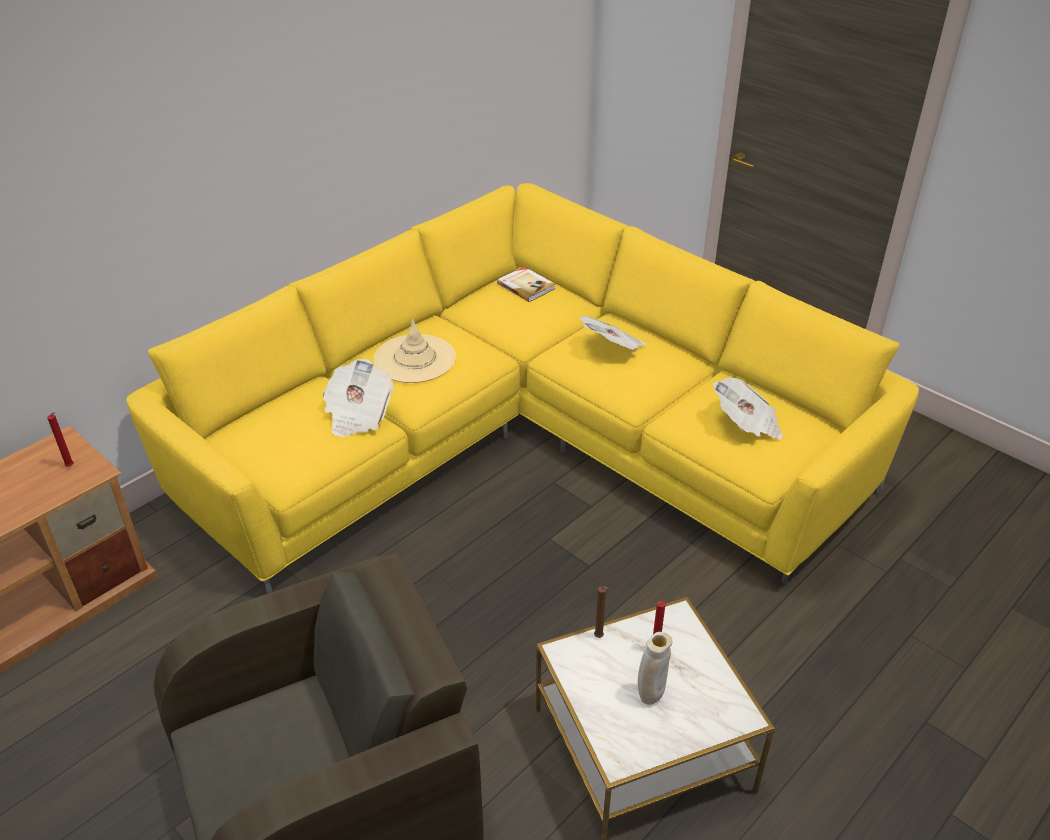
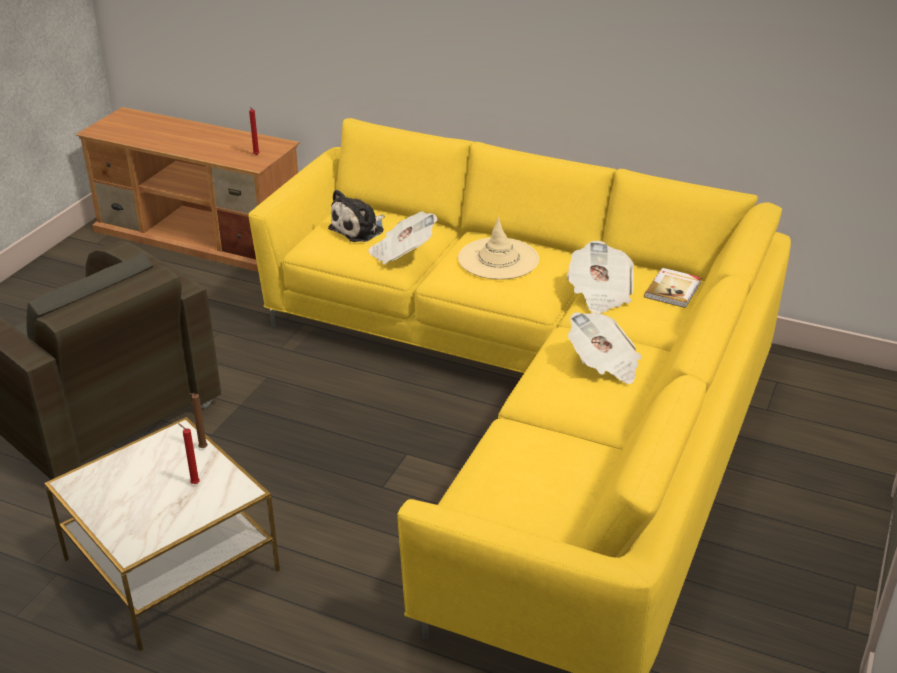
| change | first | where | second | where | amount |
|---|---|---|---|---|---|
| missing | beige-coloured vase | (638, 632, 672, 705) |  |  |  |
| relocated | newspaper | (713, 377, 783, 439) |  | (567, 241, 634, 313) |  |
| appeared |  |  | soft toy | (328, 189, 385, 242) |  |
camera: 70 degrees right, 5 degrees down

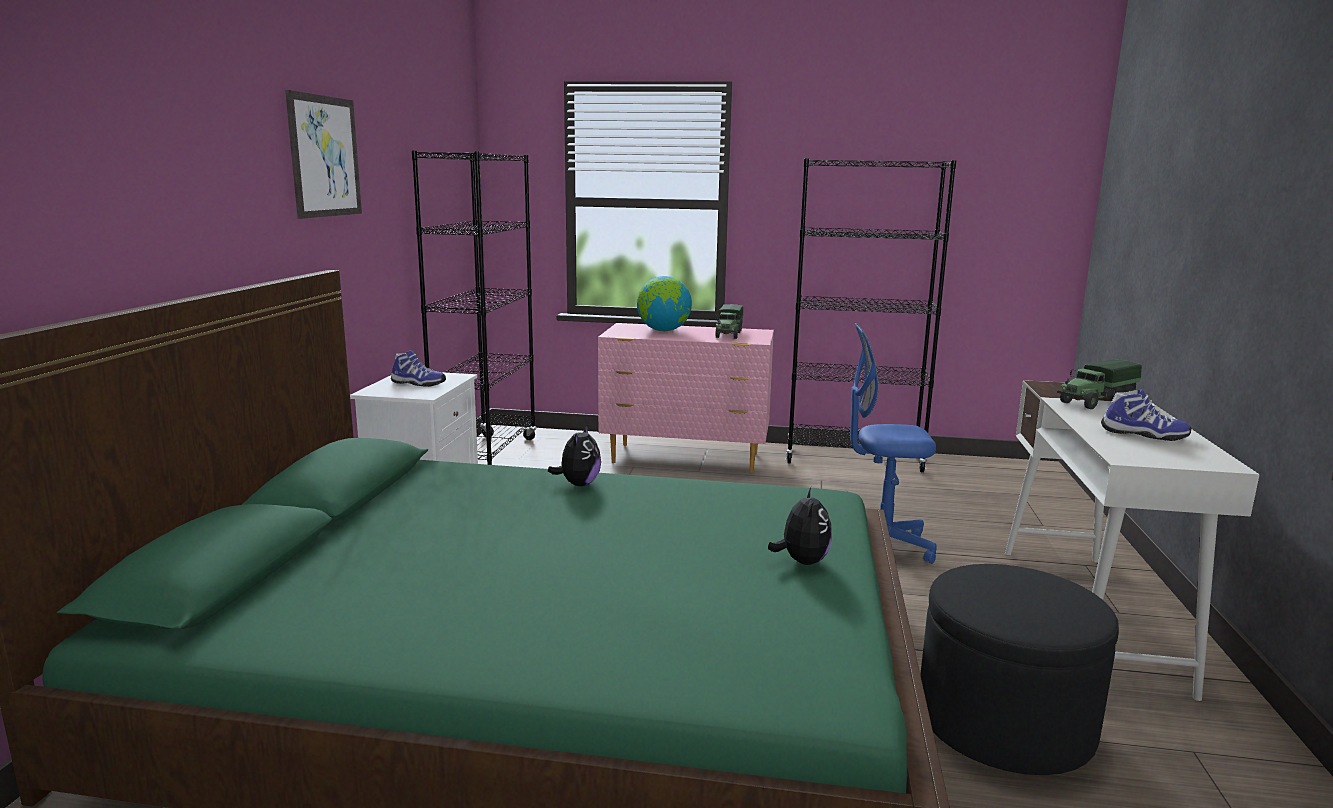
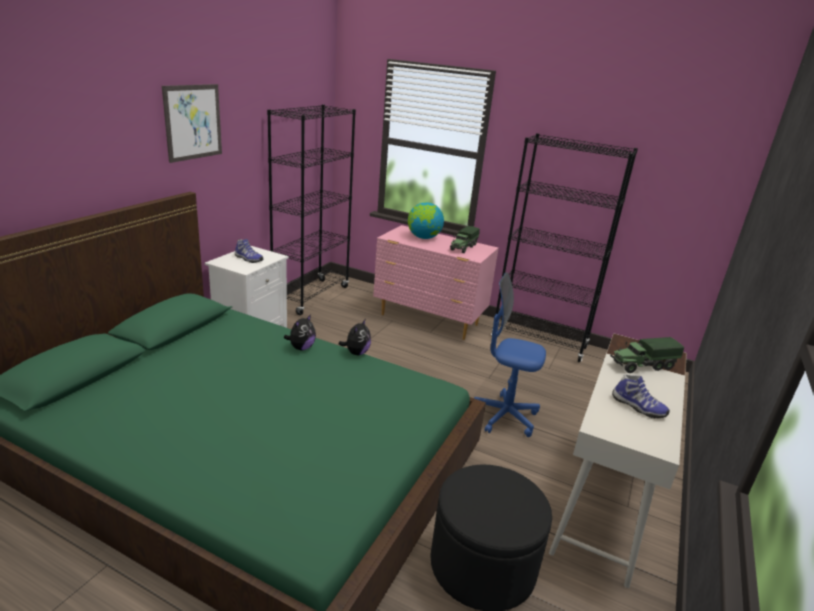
| change | first | where | second | where | amount |
|---|---|---|---|---|---|
| relocated | soft toy | (768, 487, 832, 565) |  | (339, 320, 371, 355) |  |
camera: 15 degrees right, 10 degrees up

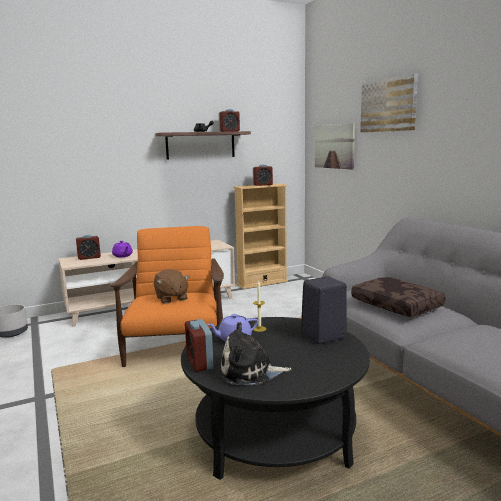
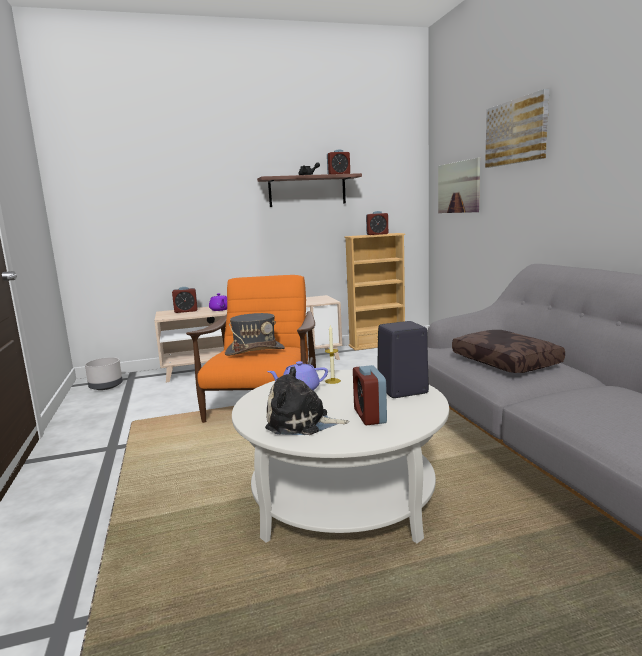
| change | first | where | second | where | amount |
|---|---|---|---|---|---|
| exchanged | brownish soft toy | (154, 269, 190, 304) | greyish hat | (225, 313, 285, 356) |  |
| colour | black lounge table | (181, 317, 370, 480) | white lounge table | (232, 370, 449, 543) |  |
| relocated | table clock | (185, 319, 213, 372) |  | (353, 365, 387, 425) |  |
camera: 10 degrees right, 0 degrees up

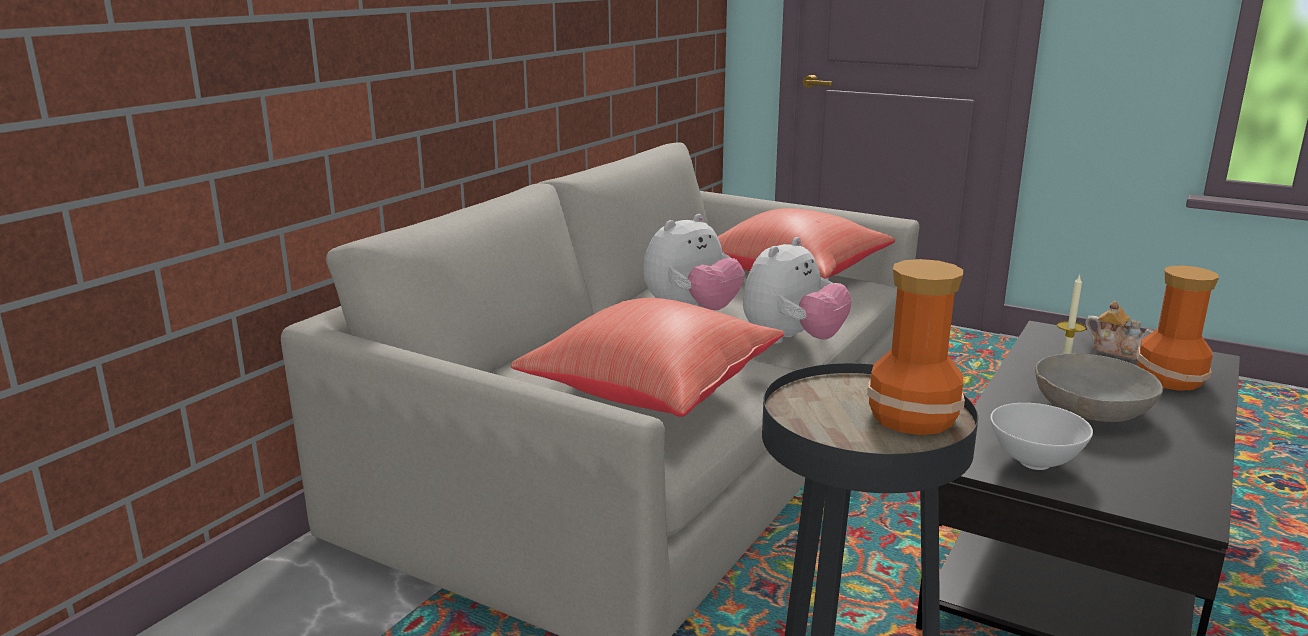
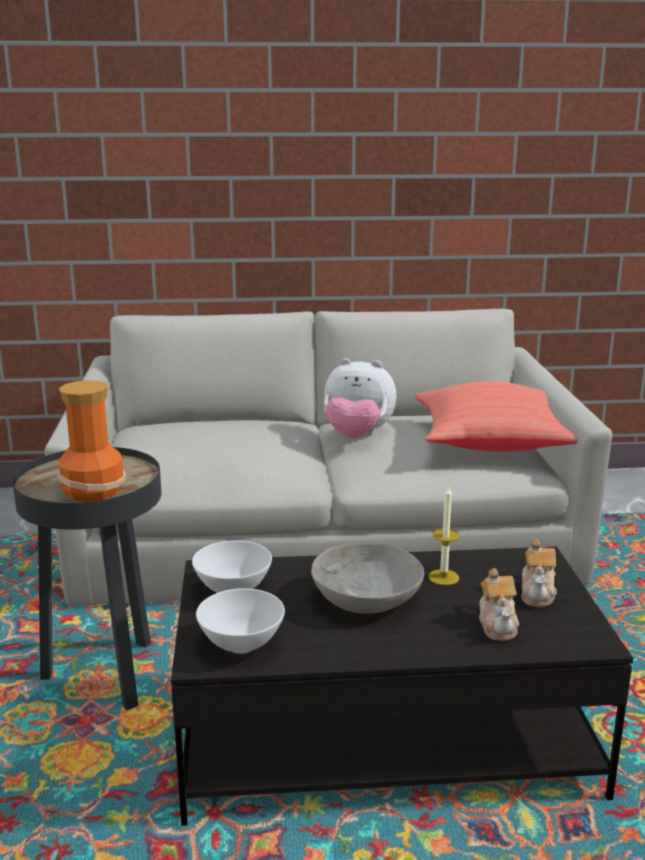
| change | first | where | second | where | amount |
|---|---|---|---|---|---|
| missing | red cushion | (511, 298, 784, 417) |  |  |  |
| missing | soft toy | (743, 237, 852, 344) |  |  |  |
| exchanged | vase | (1136, 266, 1219, 391) | tea pot | (479, 568, 519, 641) |  |
| appeared |  |  | white serving bowl | (196, 588, 285, 654) |  |
camera: 55 degrees right, 0 degrees up

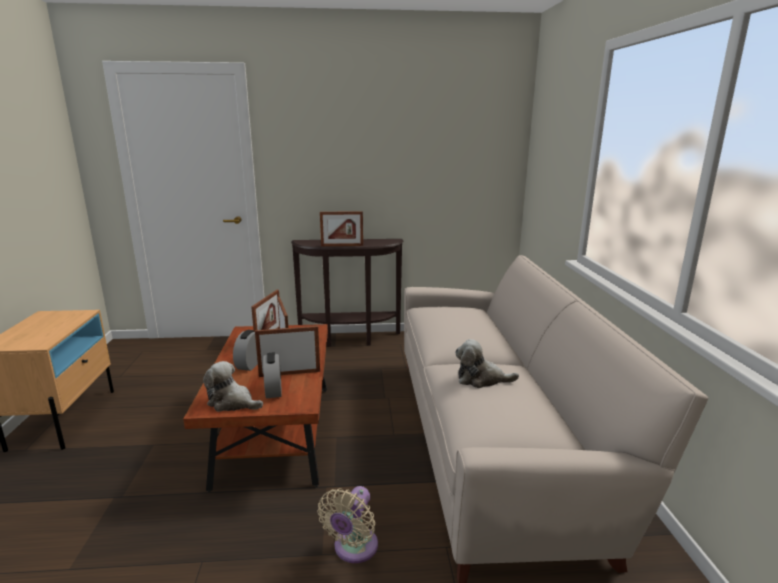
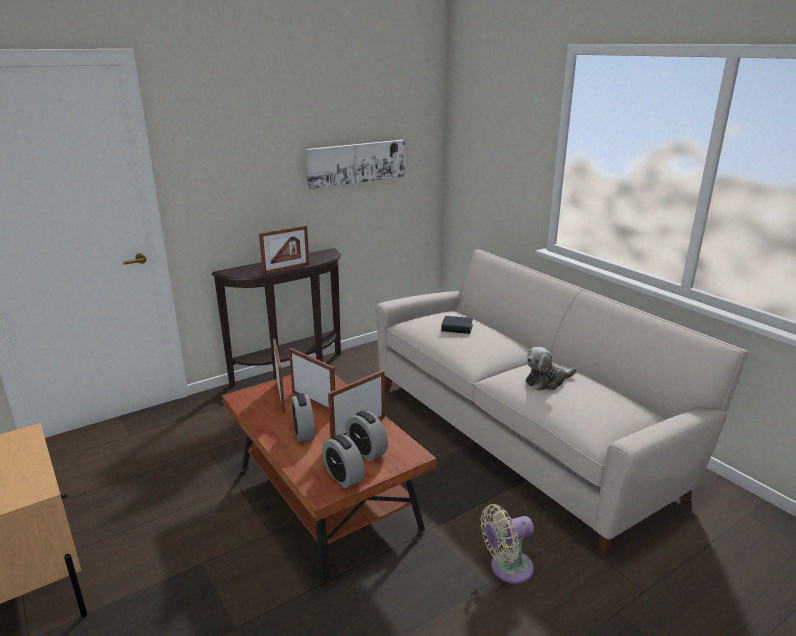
| change | first | where | second | where | amount |
|---|---|---|---|---|---|
| exchanged | soft toy | (203, 361, 263, 412) | table clock | (322, 434, 365, 489) |  |
| spun | beige-coloured cooling fan | (318, 486, 378, 563) |  | (480, 504, 534, 584) | 75 degrees clockwise |
| appeared |  |  | wall picture | (305, 140, 405, 189) |  |
| appeared |  |  | volume | (441, 316, 473, 334) |  |
camera: 30 degrees left, 5 degrees up

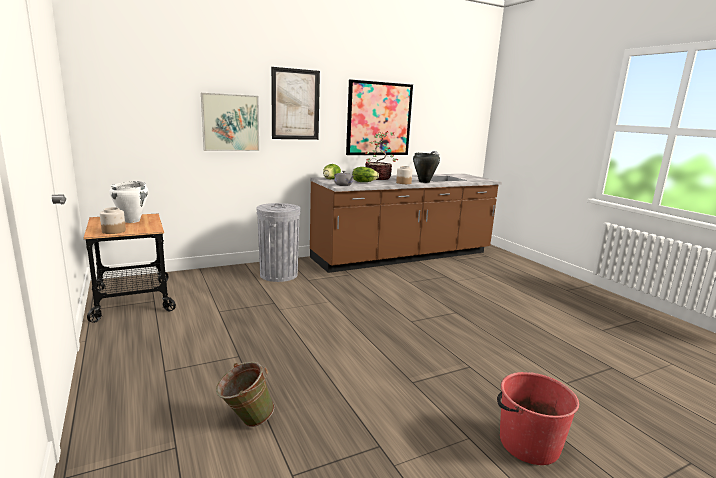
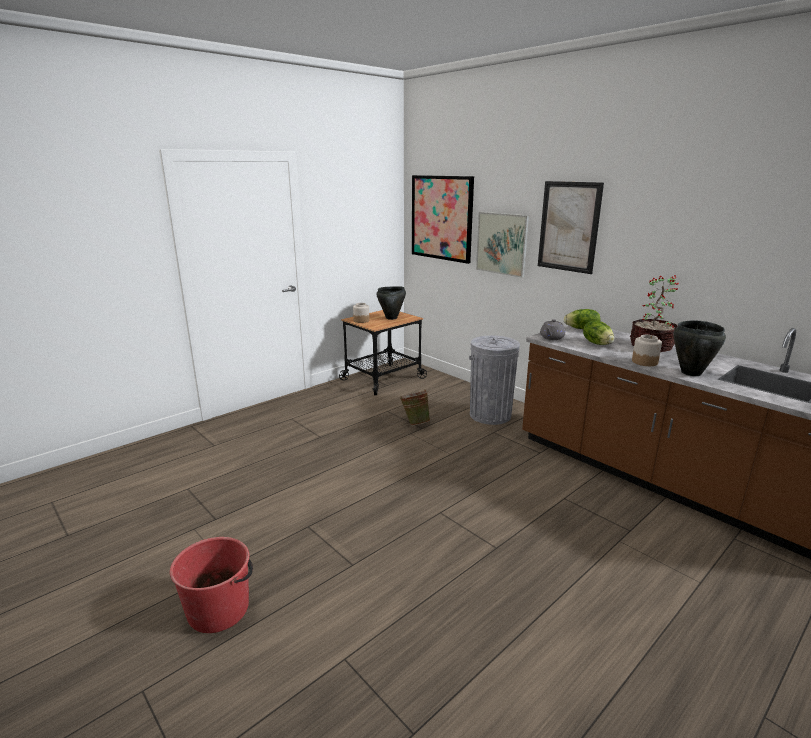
| change | first | where | second | where | amount |
|---|---|---|---|---|---|
| colour | white cooking pot | (109, 181, 148, 223) | black cooking pot | (377, 286, 406, 320) |  |
| relocated | green-coloured bucket | (216, 362, 274, 427) |  | (400, 389, 430, 425) |  |
| relocated | wall picture | (346, 79, 413, 155) |  | (412, 175, 474, 264) |  |
camera: 75 degrees right, 5 degrees up

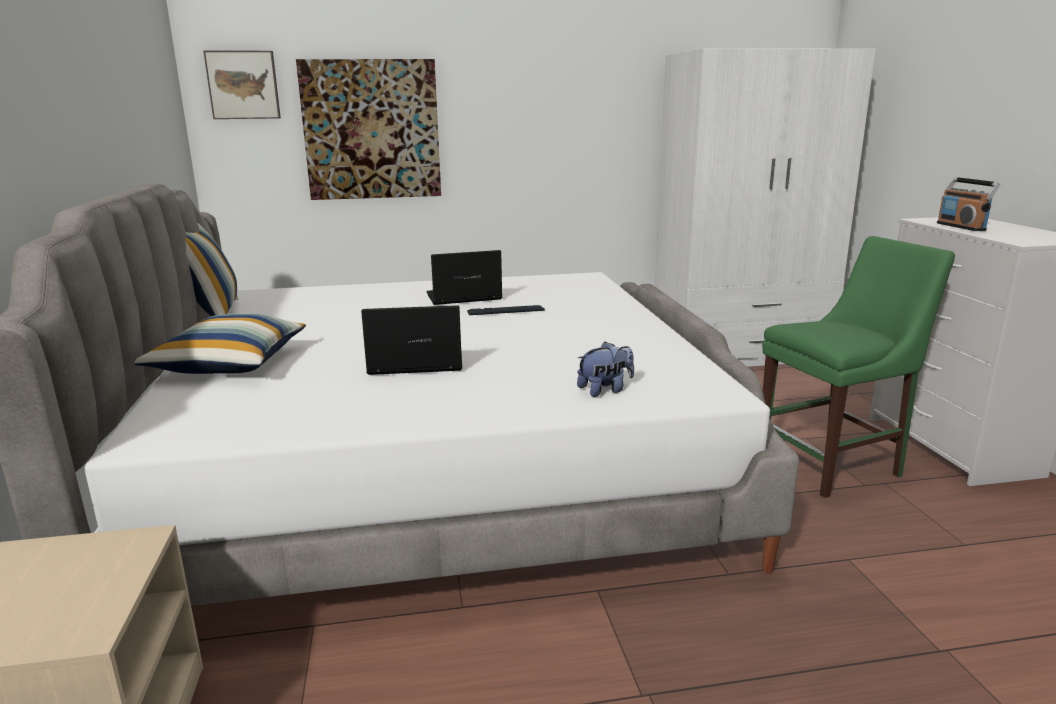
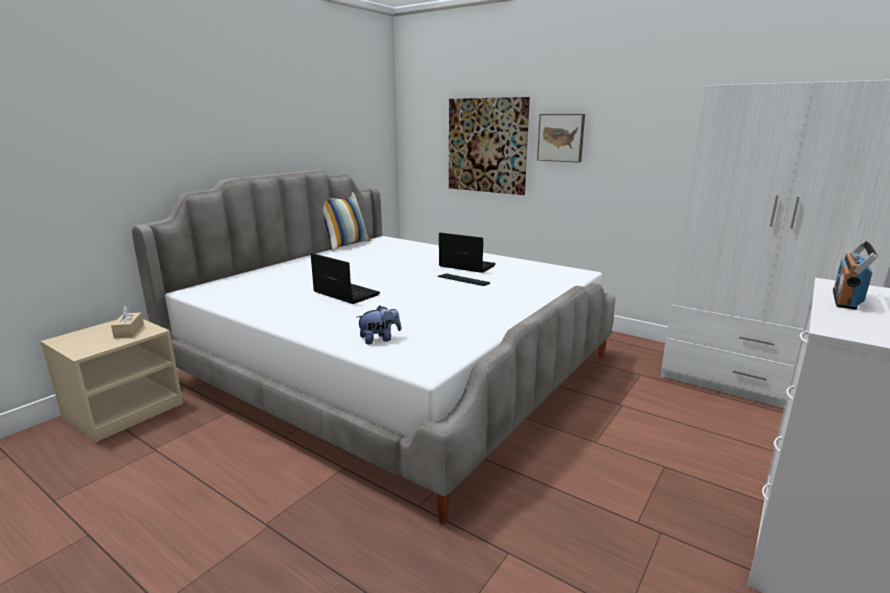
| change | first | where | second | where | amount |
|---|---|---|---|---|---|
| missing | cushion | (134, 313, 306, 374) |  |  |  |
| relocated | wall picture | (203, 51, 281, 119) |  | (537, 114, 585, 163) |  |
| spun | soft toy | (577, 342, 634, 397) |  | (356, 305, 401, 345) | 45 degrees counterclockwise |
| missing | green-coloured plain chair | (762, 236, 955, 498) |  |  |  |
| appeared |  |  | beige-coloured tissue holder | (111, 306, 144, 339) |  |
camera: 45 degrees right, 0 degrees up

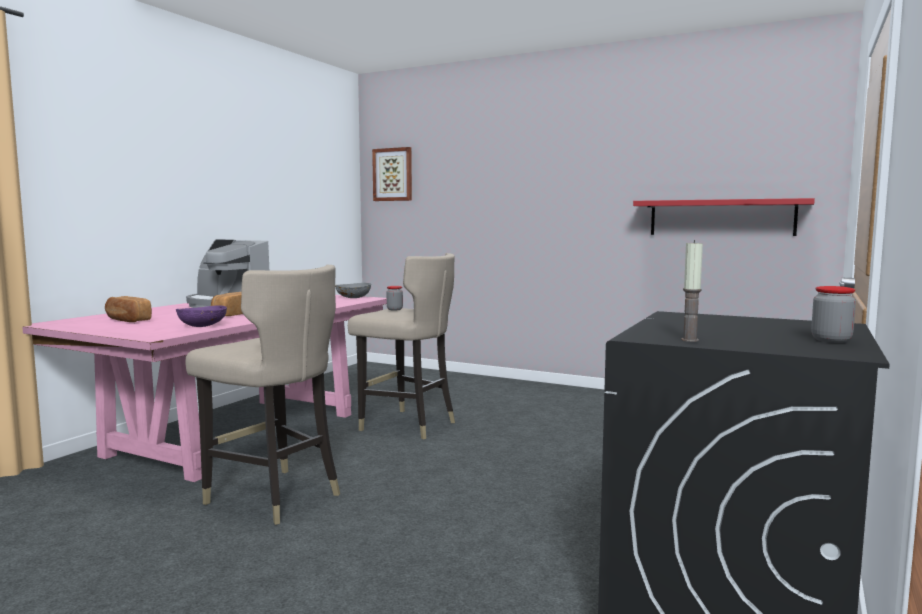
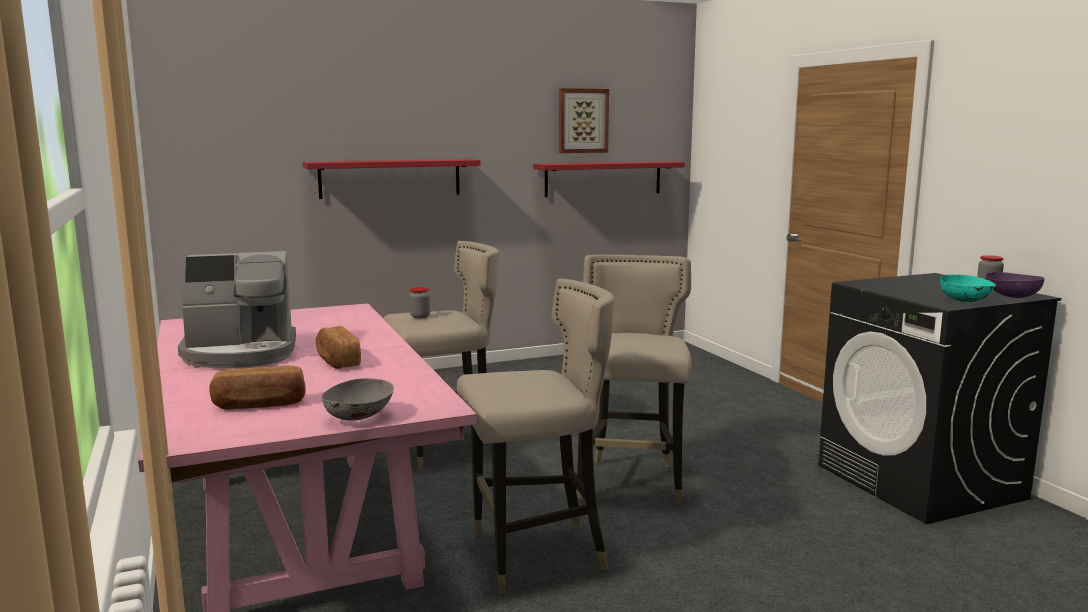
| change | first | where | second | where | amount |
|---|---|---|---|---|---|
| relocated | purplish serving bowl | (176, 305, 227, 327) |  | (985, 272, 1045, 298) |  |
| relocated | greyish serving bowl | (335, 283, 371, 298) |  | (321, 378, 394, 421) |  |
| relocated | wall picture | (372, 147, 412, 201) |  | (559, 88, 609, 153) |  |
| exchanged | wax candle | (681, 240, 703, 342) | blue-green serving bowl | (940, 275, 996, 302) |  |
| appeared |  |  | red wall shelf | (303, 159, 481, 199) |  |
| appeared |  |  | beige-coloured sitting stool | (577, 255, 691, 505) |  |
camera: 50 degrees left, 5 degrees up

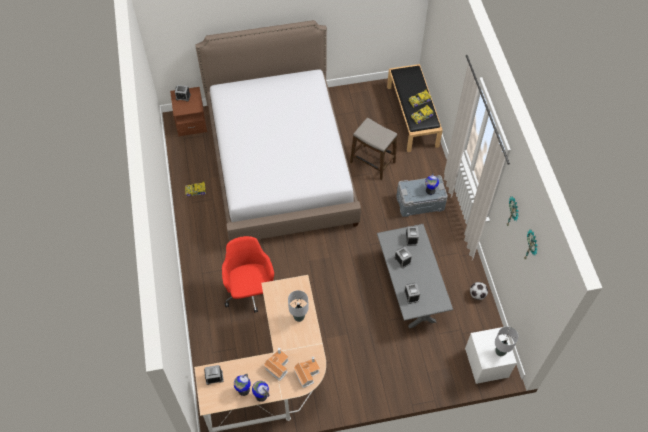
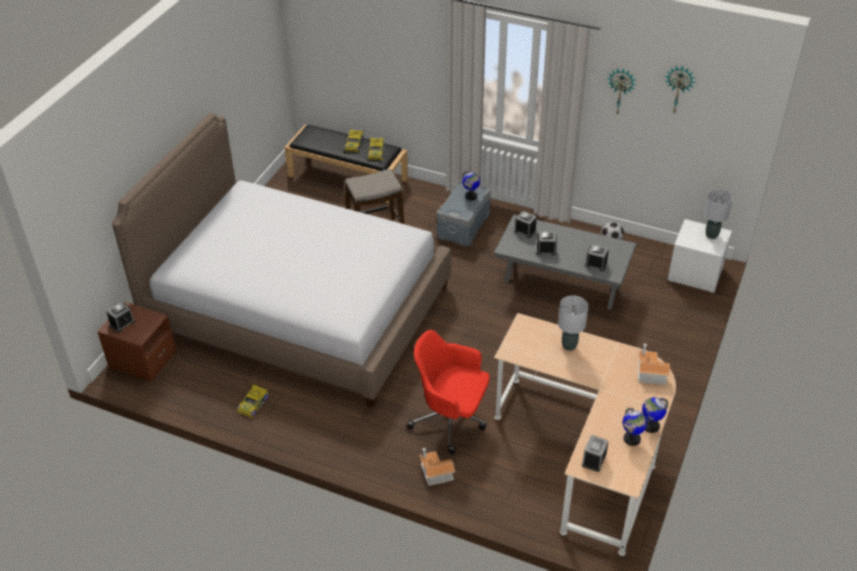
| change | first | where | second | where | amount |
|---|---|---|---|---|---|
| relocated | toy house | (263, 348, 289, 381) |  | (419, 448, 455, 486) |  |
camera: 55 degrees left, 15 degrees down

